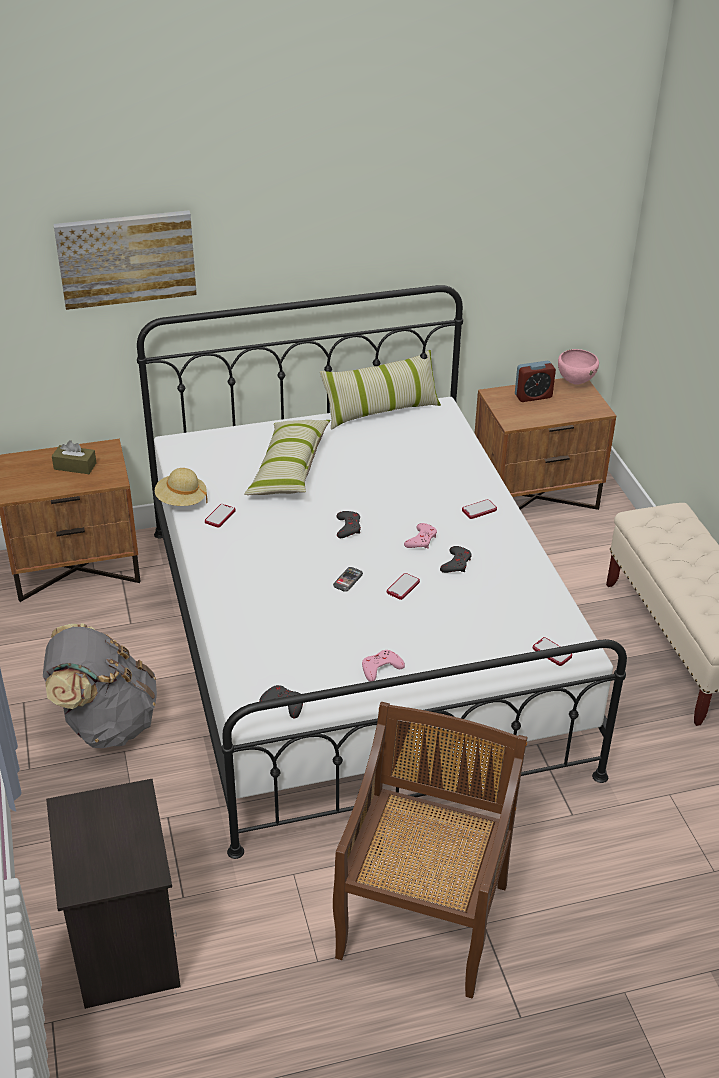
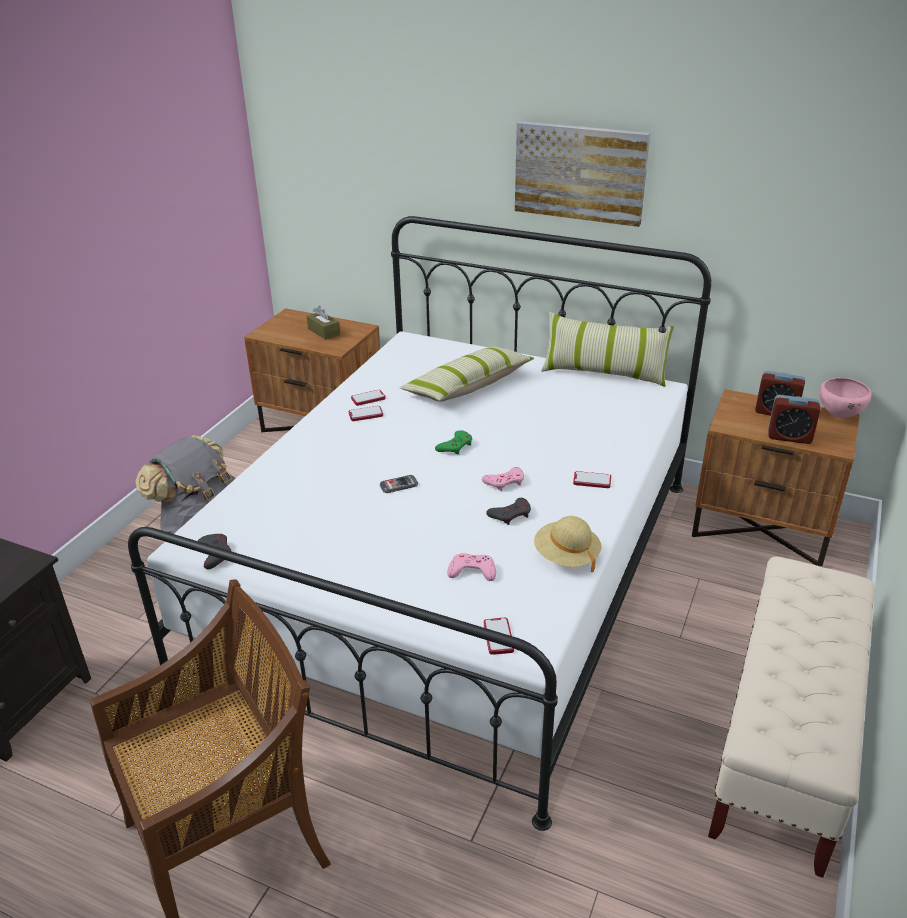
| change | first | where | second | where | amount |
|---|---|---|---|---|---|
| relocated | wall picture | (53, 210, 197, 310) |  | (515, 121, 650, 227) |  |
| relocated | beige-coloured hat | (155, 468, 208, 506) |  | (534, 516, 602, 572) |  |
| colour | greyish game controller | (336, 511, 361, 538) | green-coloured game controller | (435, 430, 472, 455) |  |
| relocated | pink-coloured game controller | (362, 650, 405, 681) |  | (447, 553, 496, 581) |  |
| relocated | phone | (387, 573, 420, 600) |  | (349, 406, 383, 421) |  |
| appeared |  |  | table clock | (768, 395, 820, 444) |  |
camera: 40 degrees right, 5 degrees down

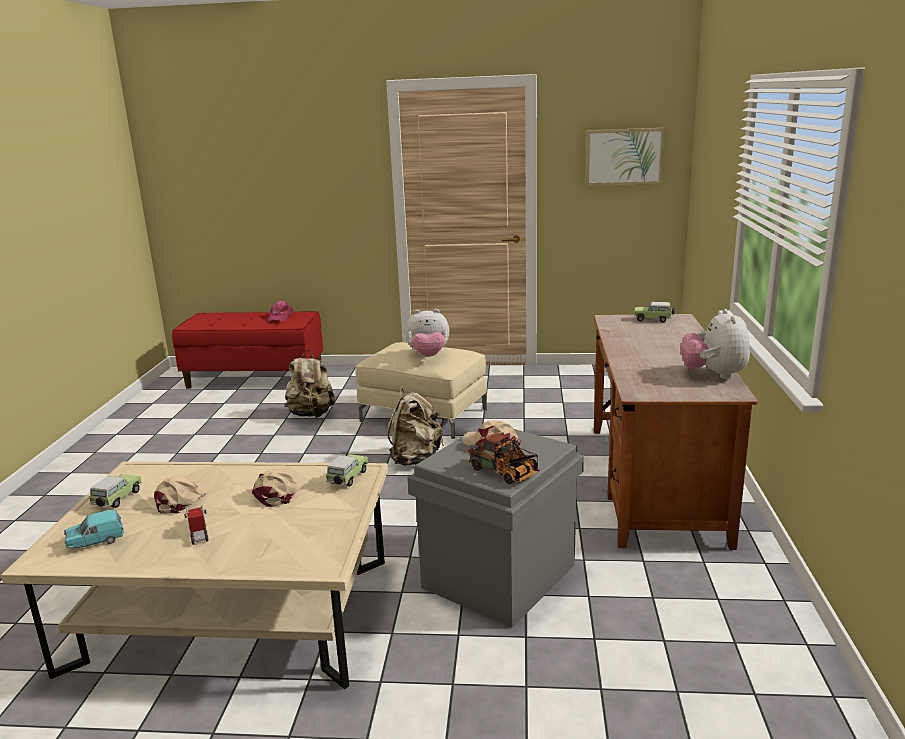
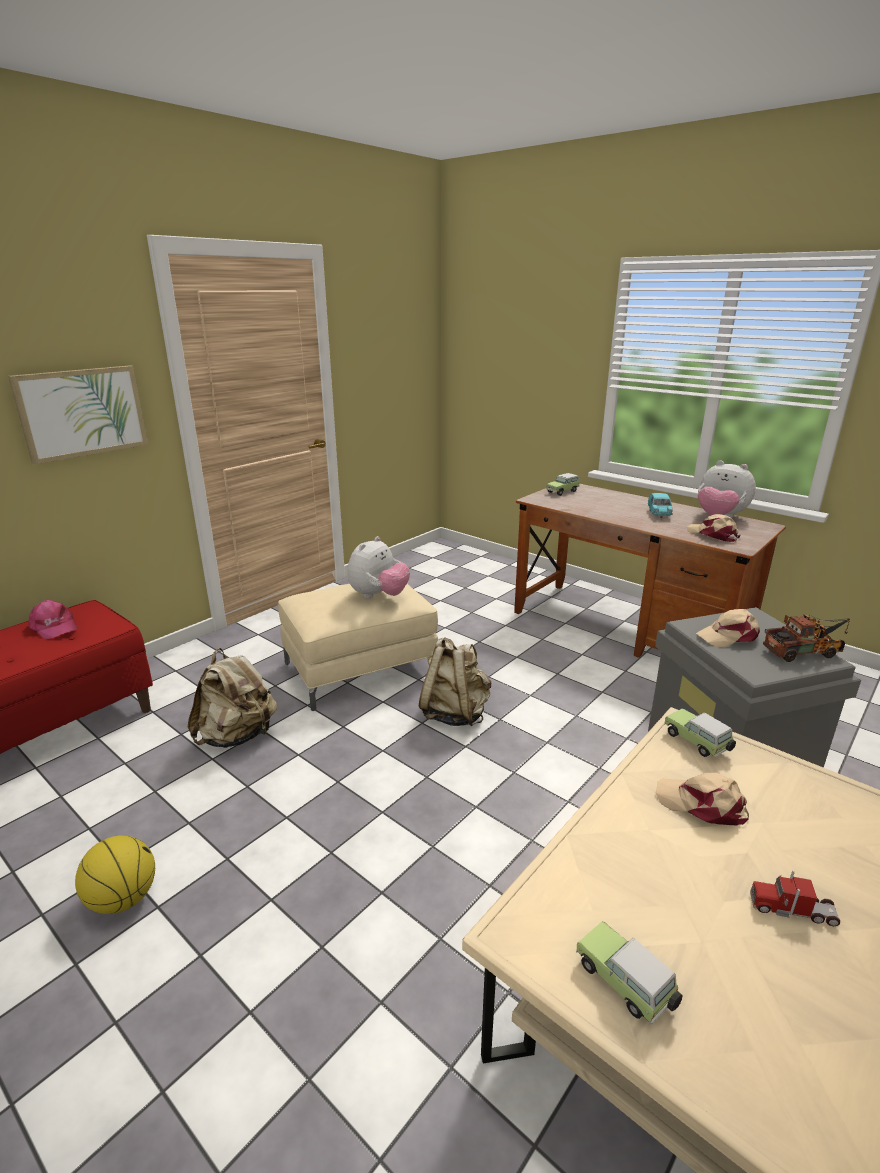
| change | first | where | second | where | amount |
|---|---|---|---|---|---|
| relocated | blue-green miniature car | (64, 509, 124, 548) |  | (648, 493, 673, 518) |  |
| relocated | beige-coloured baseball cap | (154, 475, 211, 514) |  | (687, 514, 741, 542) |  |
| relocated | wall picture | (585, 128, 665, 186) |  | (8, 365, 148, 464) |  |
| appeared |  |  | ball for basketball | (75, 835, 155, 914) |  |
camera: 55 degrees left, 5 degrees up

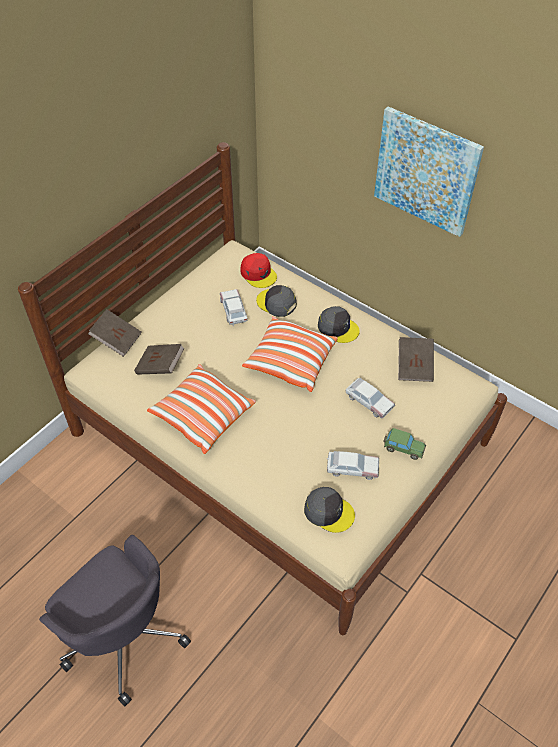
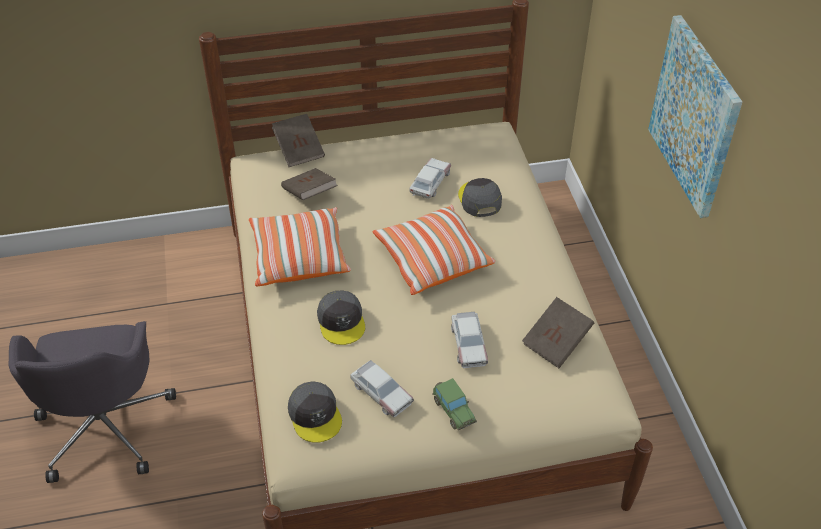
| change | first | where | second | where | amount |
|---|---|---|---|---|---|
| missing | red baseball cap | (240, 253, 277, 288) |  |  |  |
| relocated | greyish baseball cap | (318, 306, 360, 343) |  | (317, 290, 365, 345) |  |
camera: 40 degrees right, 5 degrees down

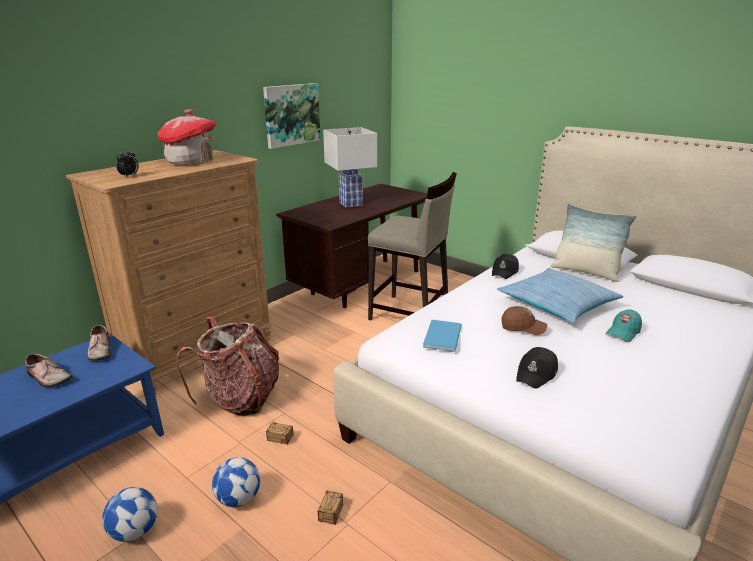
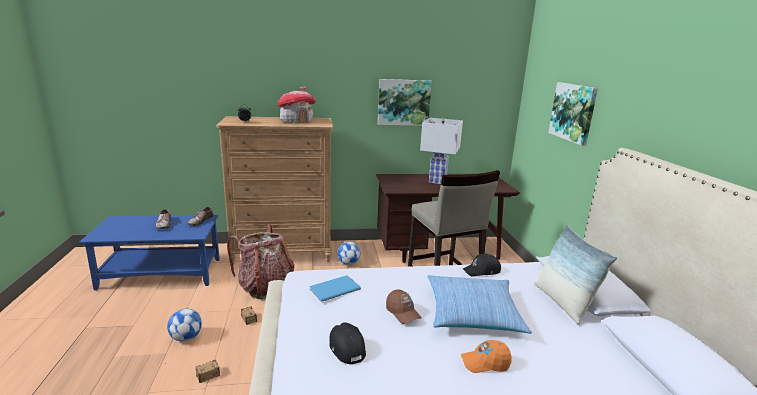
| change | first | where | second | where | amount |
|---|---|---|---|---|---|
| relocated | football | (102, 487, 158, 542) |  | (337, 242, 360, 265) |  |
| spun | black baseball cap | (516, 347, 558, 389) |  | (329, 322, 366, 364) | 75 degrees clockwise |
| colour | blue-green baseball cap | (605, 309, 642, 342) | orangey baseball cap | (461, 340, 512, 373) |  |
| appeared |  |  | wall picture | (548, 82, 598, 146) |  |
camera: 40 degrees right, 5 degrees down

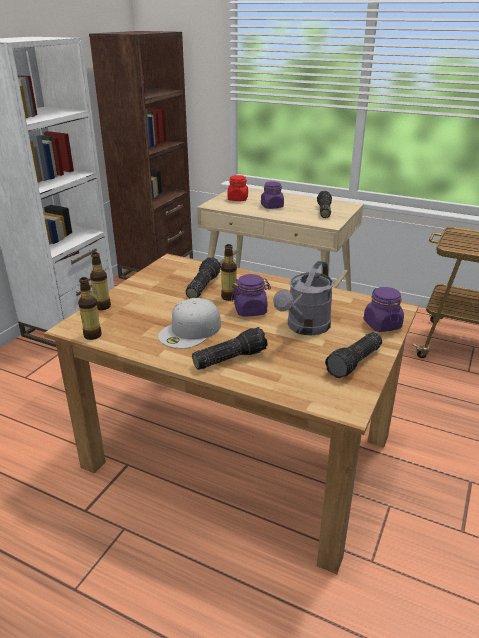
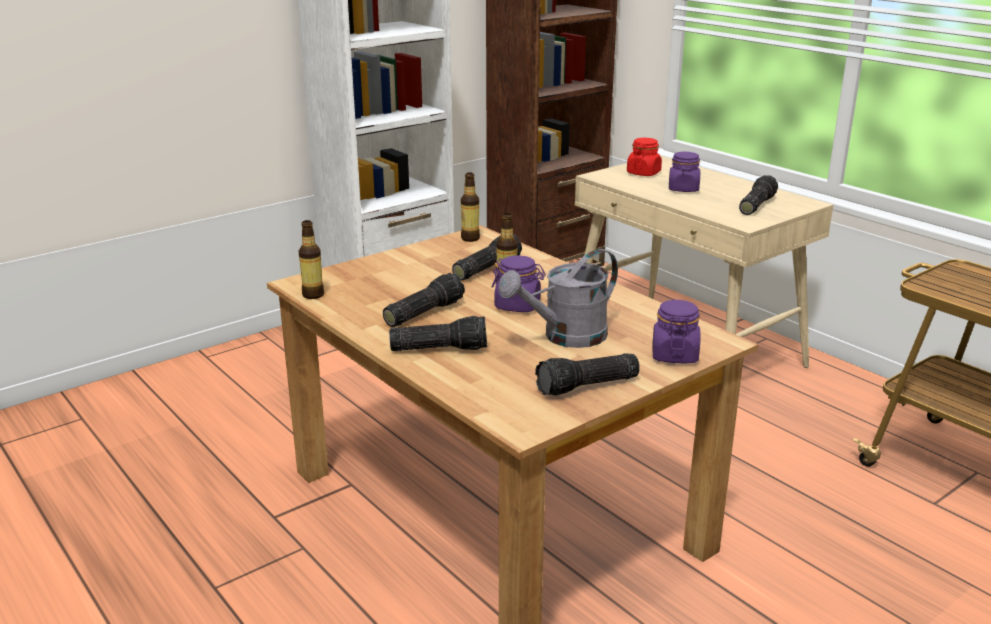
| change | first | where | second | where | amount |
|---|---|---|---|---|---|
| relocated | beverage bottle | (90, 252, 111, 310) |  | (461, 172, 480, 242) |  |
| exchanged | white baseball cap | (158, 298, 221, 349) | torch | (383, 273, 465, 327) |  |
camera: 25 degrees right, 5 degrees down

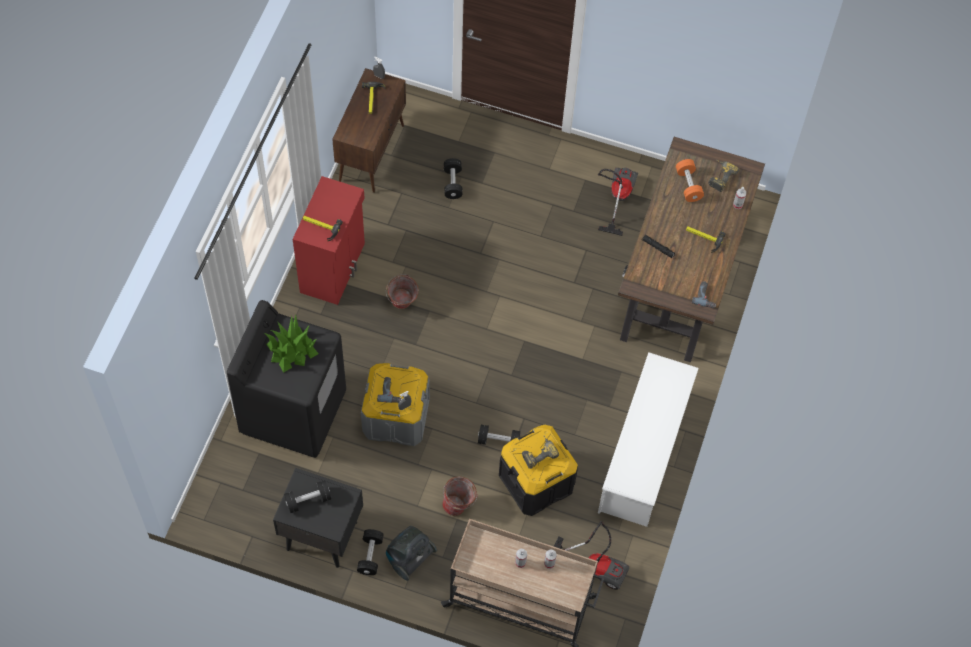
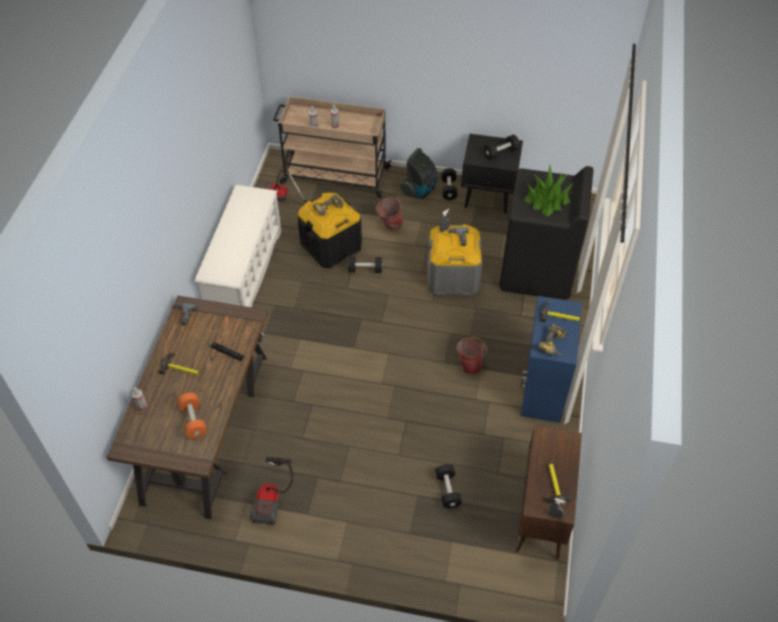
| change | first | where | second | where | amount |
|---|---|---|---|---|---|
| colour | red storage cabinet | (293, 176, 365, 305) | blue-coloured storage cabinet | (520, 296, 582, 423) |  |
| relocated | electric drill | (708, 160, 739, 192) |  | (538, 324, 566, 356) |  |
camera: 175 degrees right, 10 degrees down

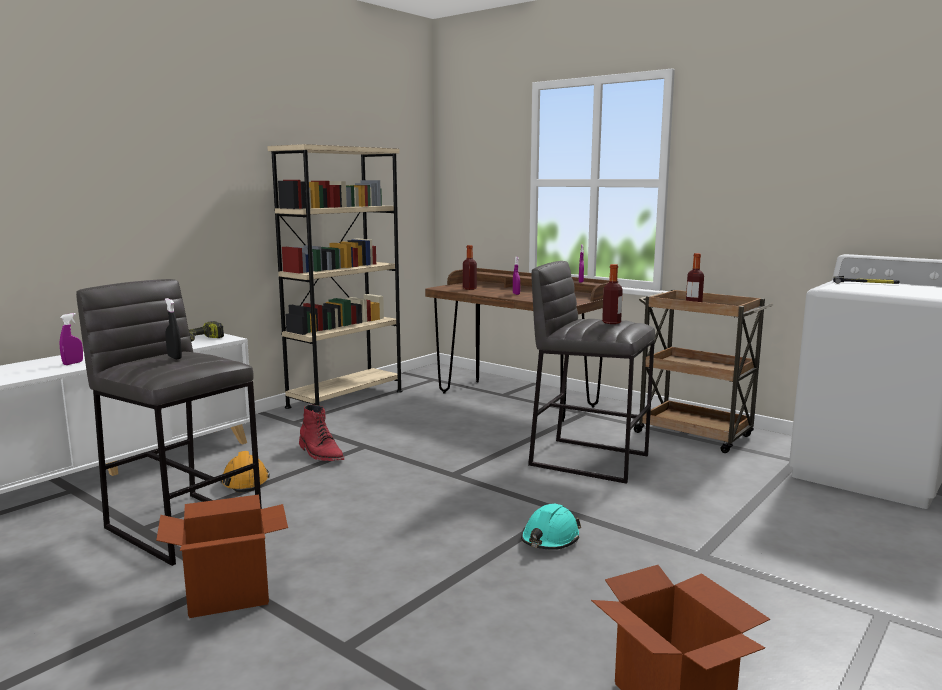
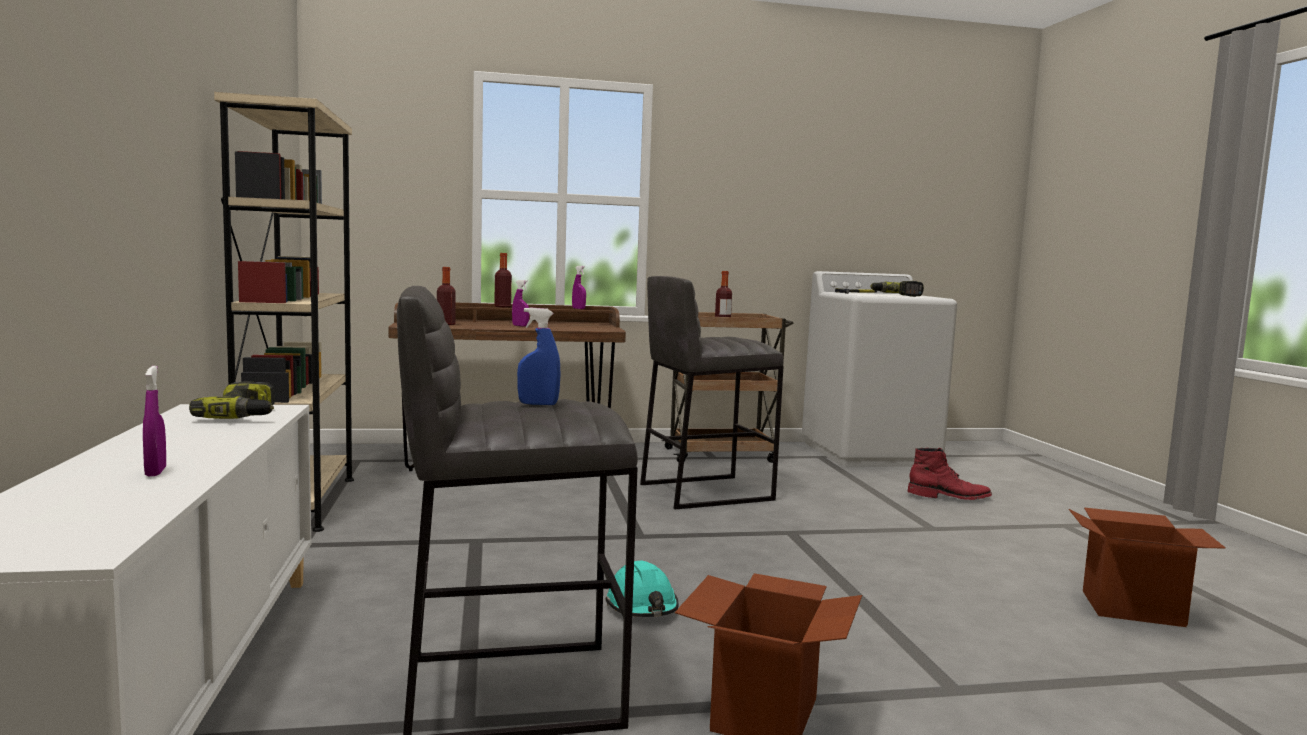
| change | first | where | second | where | amount |
|---|---|---|---|---|---|
| colour | black sprayer | (165, 298, 182, 359) | blue-coloured sprayer | (517, 307, 560, 405) |  |
| missing | orangey work helmet | (220, 451, 270, 492) |  |  |  |
| relocated | red high-top boot | (299, 404, 344, 461) |  | (908, 448, 992, 500) |  |
| relocated | blue-green work helmet | (521, 504, 581, 550) |  | (605, 561, 679, 617) |  |
| relocated | beverage bottle | (602, 264, 623, 324) |  | (494, 253, 512, 307) |  |
| appeared |  |  | electric drill | (870, 281, 924, 297) |  |
camera: 50 degrees left, 5 degrees down

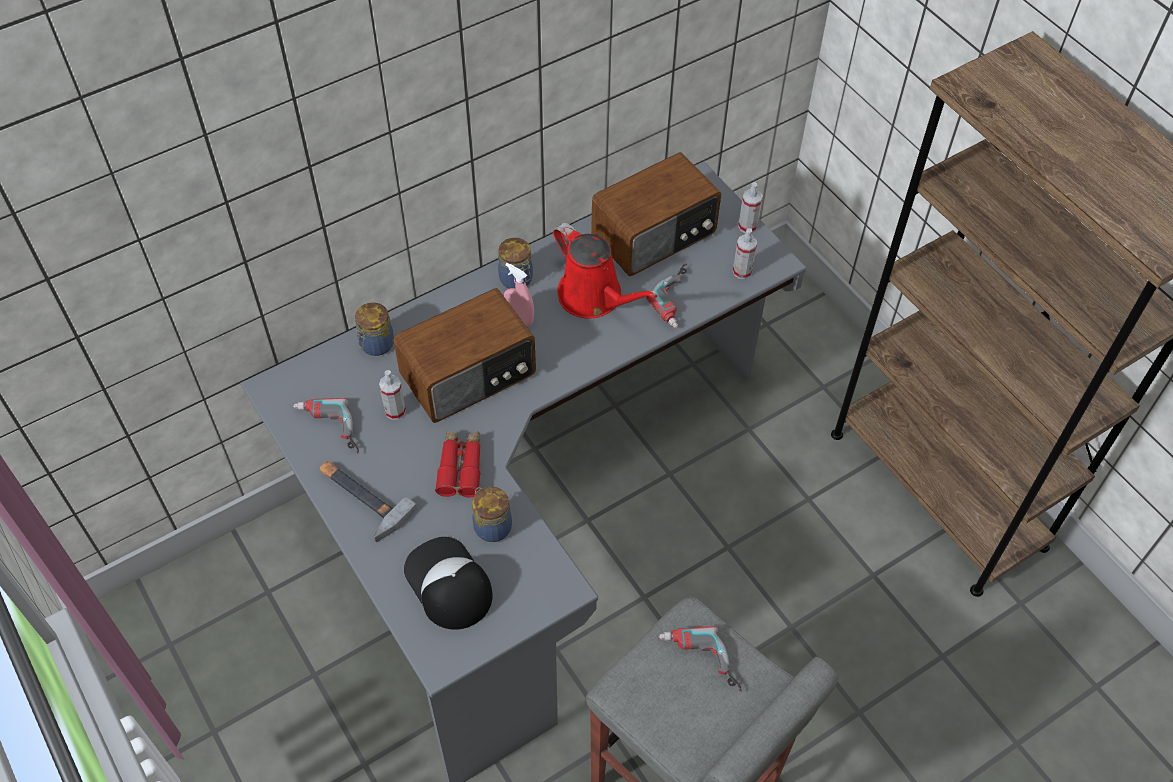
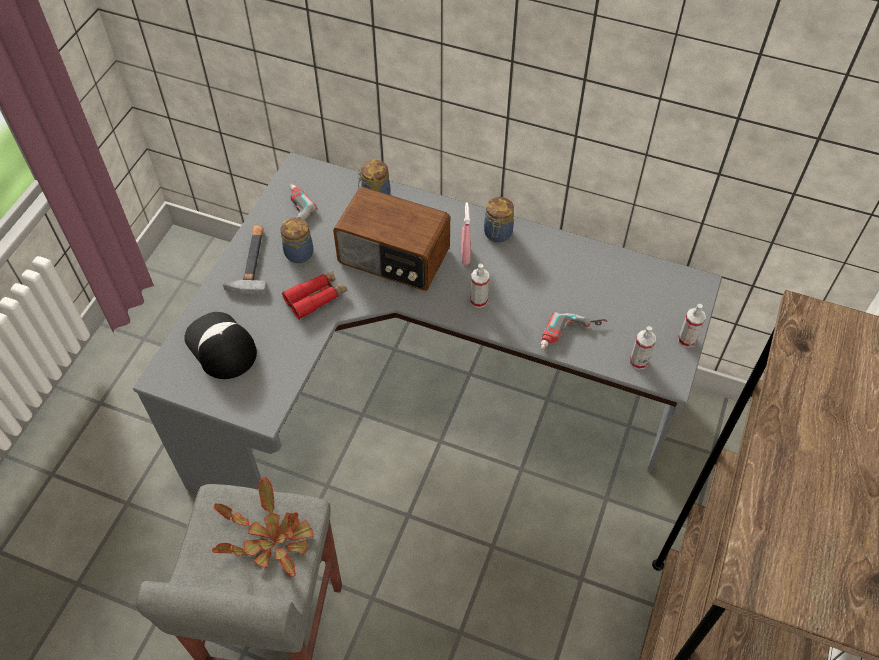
| change | first | where | second | where | amount |
|---|---|---|---|---|---|
| relocated | sprayer | (379, 370, 406, 420) |  | (470, 263, 489, 308) |  |
| spun | baseball cap | (404, 537, 493, 630) |  | (184, 312, 257, 379) | 60 degrees counterclockwise |
| relocated | storage jar | (472, 486, 512, 542) |  | (280, 217, 314, 263) |  |
| missing | red sprinkling can | (553, 223, 657, 318) |  |  |  |
| missing | radio set | (591, 152, 721, 276) |  |  |  |
| exchanged | electric drill | (659, 626, 742, 692) | potted plant | (212, 477, 313, 577) |  |
camera: 55 degrees right, 0 degrees up

